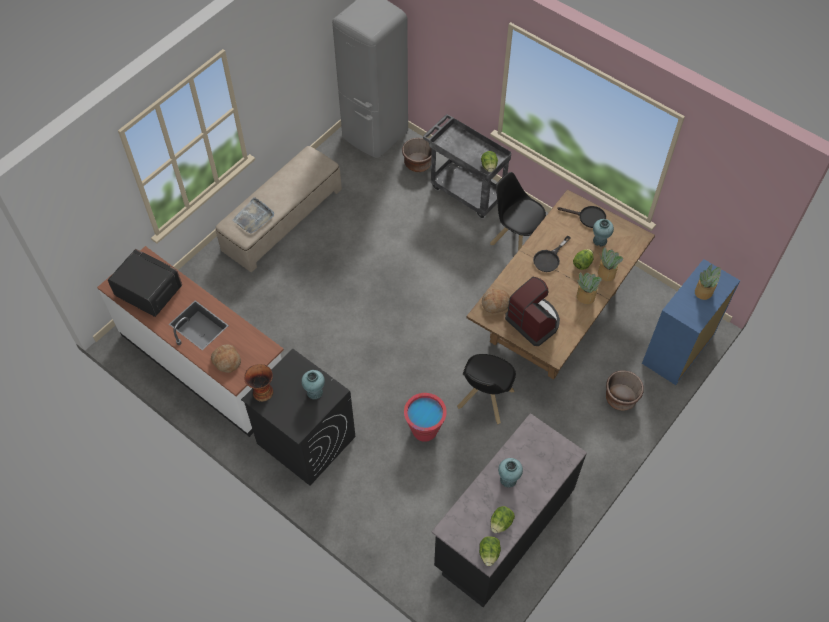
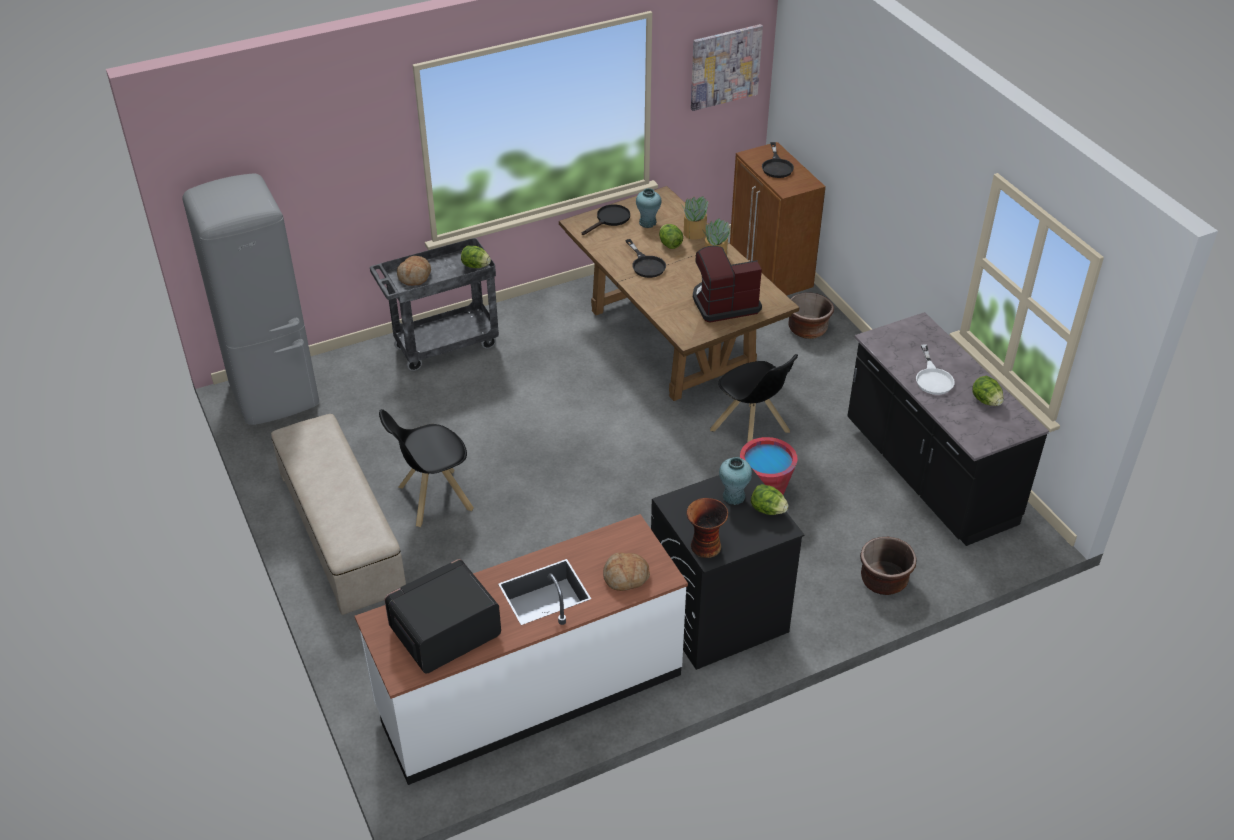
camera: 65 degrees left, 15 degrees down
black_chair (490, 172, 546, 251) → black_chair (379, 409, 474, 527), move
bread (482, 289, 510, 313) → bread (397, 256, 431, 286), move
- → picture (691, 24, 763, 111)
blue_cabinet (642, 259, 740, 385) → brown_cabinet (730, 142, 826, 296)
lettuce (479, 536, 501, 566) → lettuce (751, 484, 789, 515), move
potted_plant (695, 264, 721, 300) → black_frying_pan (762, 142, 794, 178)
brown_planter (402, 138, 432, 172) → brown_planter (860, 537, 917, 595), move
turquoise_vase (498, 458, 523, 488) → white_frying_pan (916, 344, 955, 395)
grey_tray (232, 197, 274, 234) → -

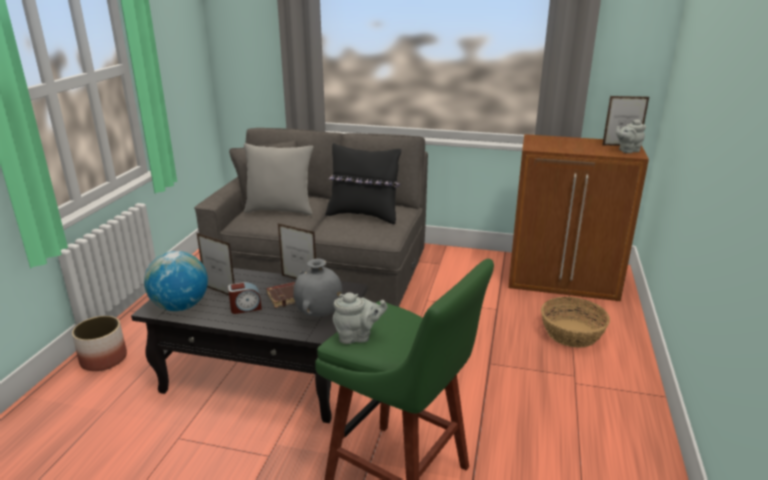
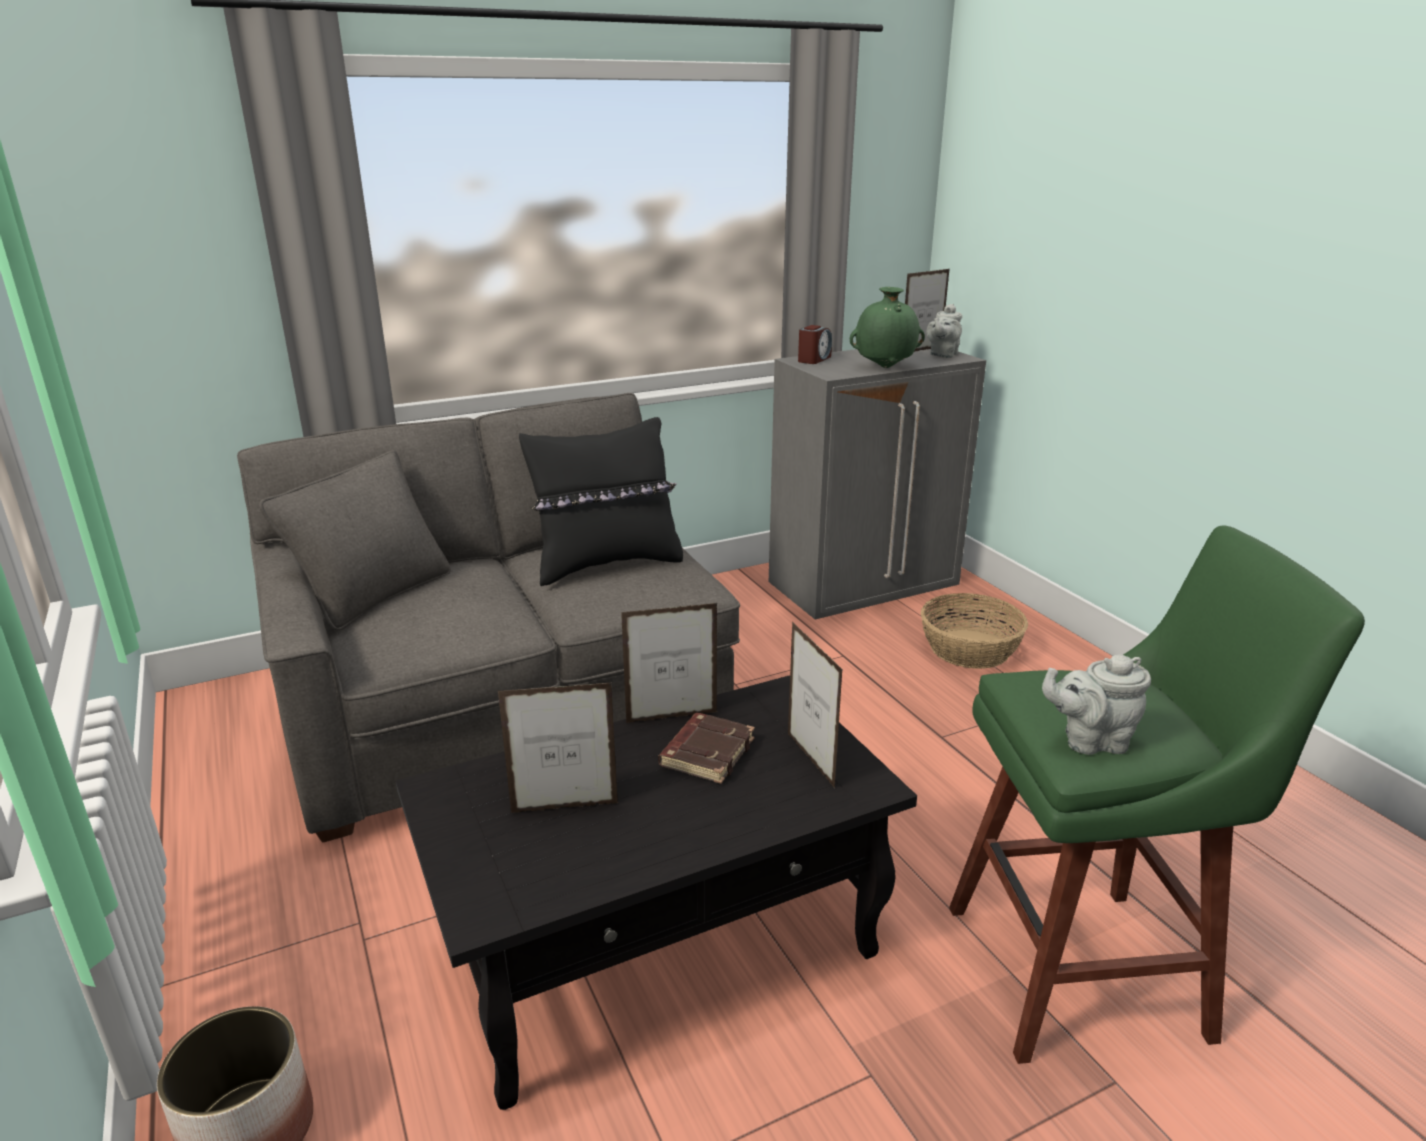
camera: 40 degrees left, 0 degrees up
brown_cabinet (508, 134, 649, 301) → grey_cabinet (769, 349, 986, 619)
grey_vase (294, 258, 342, 317) → picture_frame (788, 622, 843, 788)
alarm_clock (228, 282, 262, 314) → alarm_clock (798, 325, 832, 364), move
- → green_vase (850, 287, 925, 368)
grey_teapot (333, 292, 388, 344) → grey_teapot (1042, 655, 1151, 755), 135 degrees counterclockwise
globe (144, 251, 208, 311) → -
grey_pillow (244, 143, 313, 215) → -

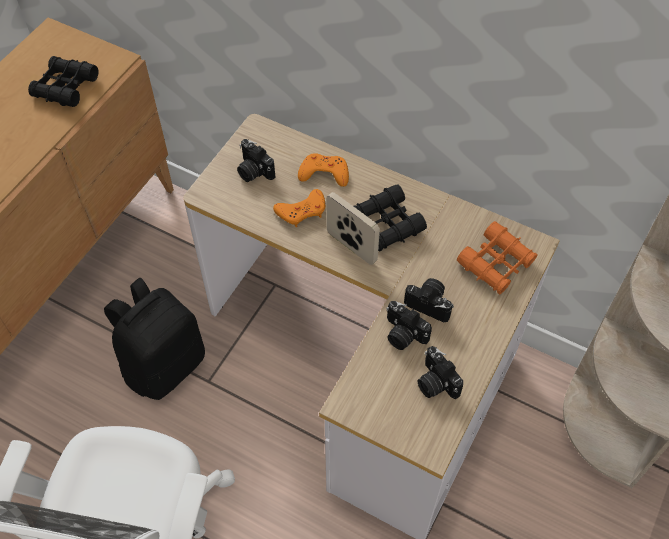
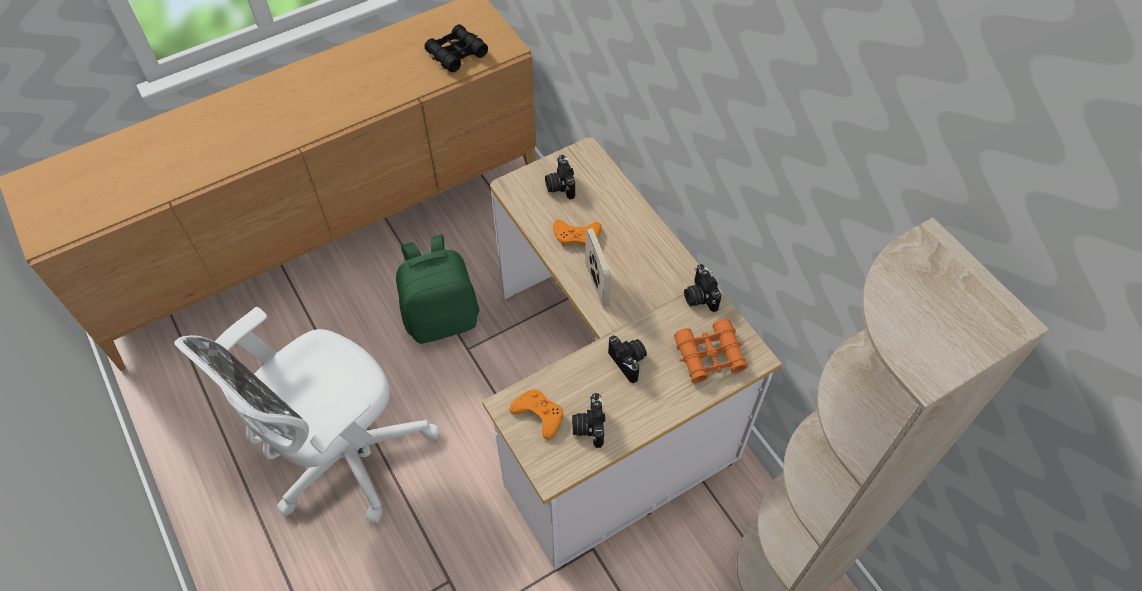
camera: 30 degrees right, 0 degrees up
black_backpack (104, 277, 205, 400) → green_backpack (396, 235, 480, 344)
orange_game_controller (298, 153, 349, 187) → orange_game_controller (509, 390, 563, 440), move
photo_camera (386, 301, 432, 350) → photo_camera (684, 264, 722, 312), move
black_binoculars (354, 184, 427, 251) → -

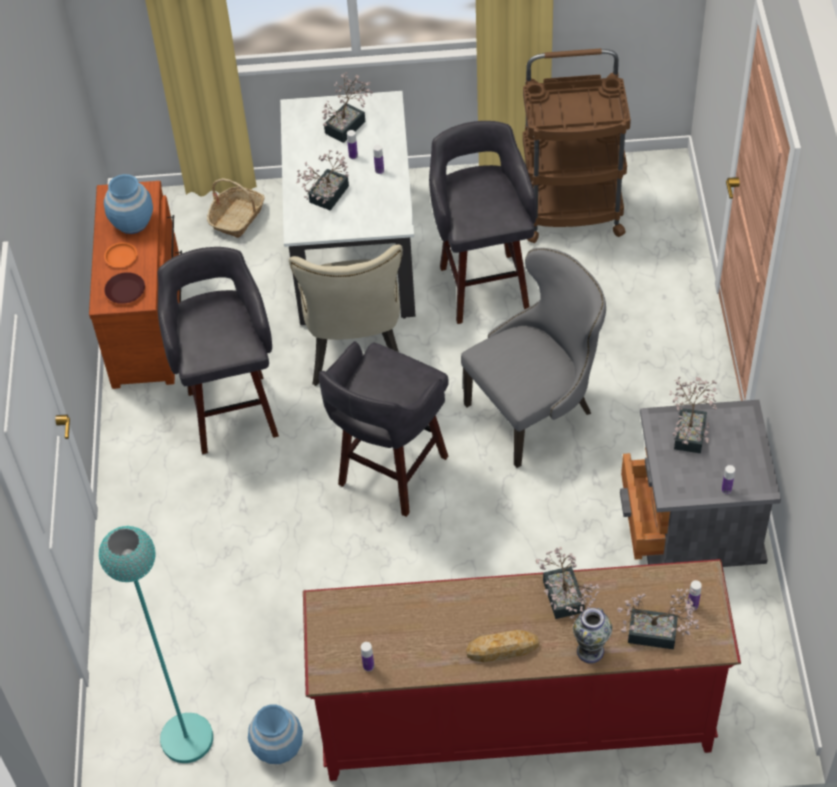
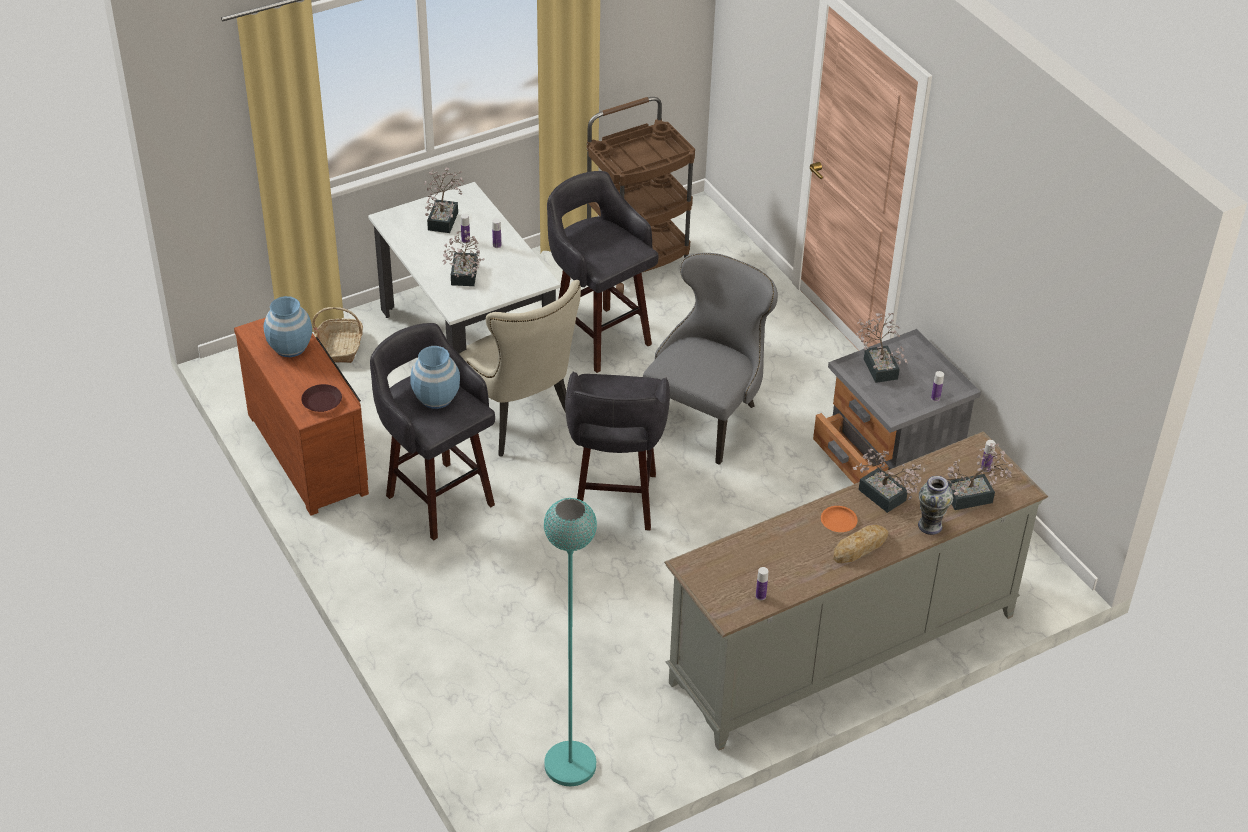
camera: 30 degrees left, 10 degrees down
blue_vase (248, 705, 303, 764) → blue_vase (410, 346, 460, 409), move
red_cabinet (303, 559, 741, 781) → grey_cabinet (664, 431, 1048, 751)
orange_plate (104, 242, 137, 268) → orange_plate (821, 506, 858, 532), move

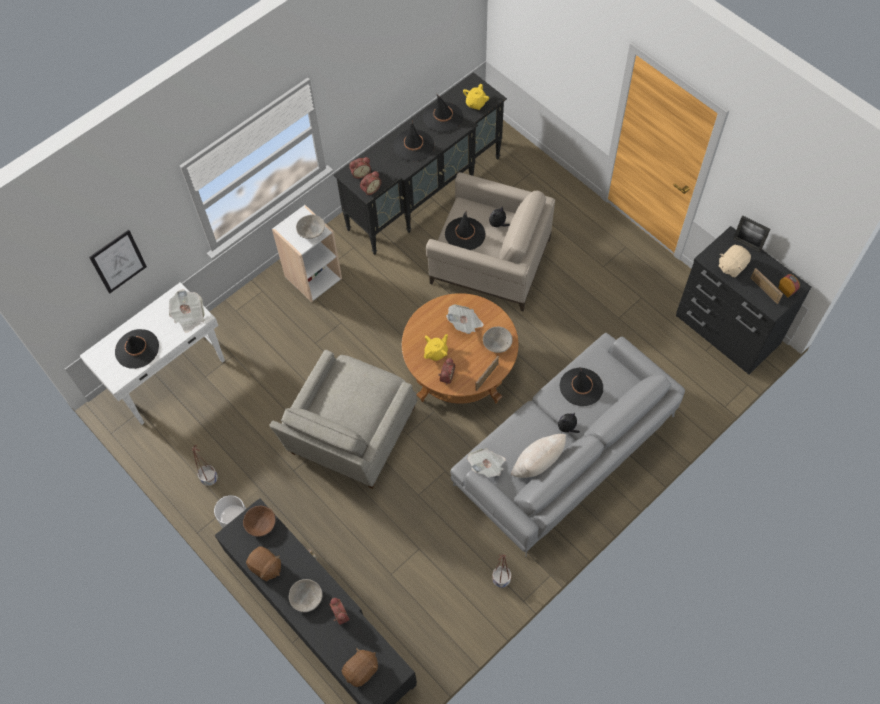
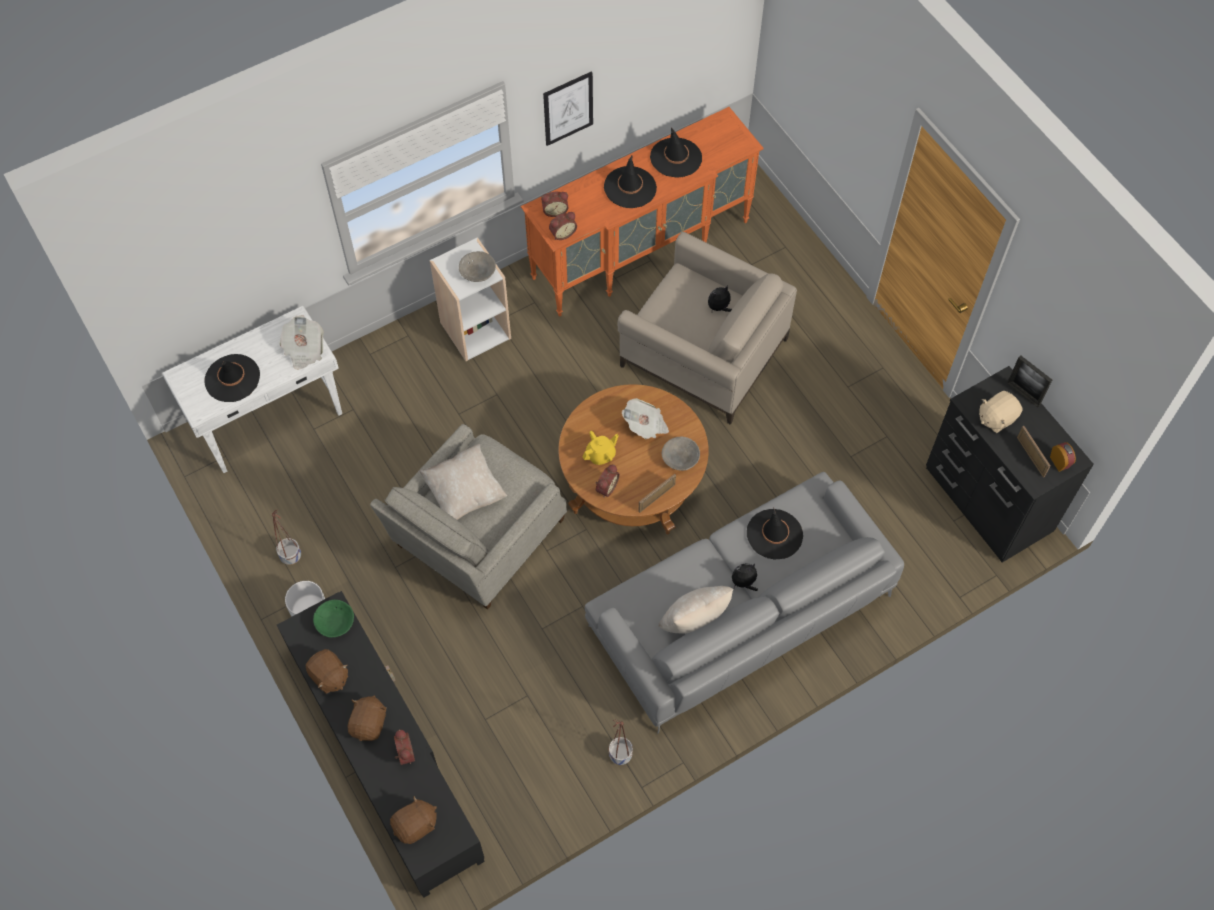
camera: 10 degrees right, 0 degrees up
brown_bowl (243, 506, 276, 537) → green_bowl (313, 600, 354, 637)
grey_bowl (289, 579, 323, 612) → brown_plush_toy (348, 695, 387, 741)
- → beige_pillow (419, 444, 507, 520)
black_cabinet (334, 72, 507, 255) → orange_cabinet (521, 107, 764, 317)
picture (89, 230, 147, 294) → picture (543, 71, 593, 146), move
black_hat (445, 210, 486, 250) → -
yellow_teapot (463, 84, 489, 110) → -
newspaper (468, 448, 506, 478) → -

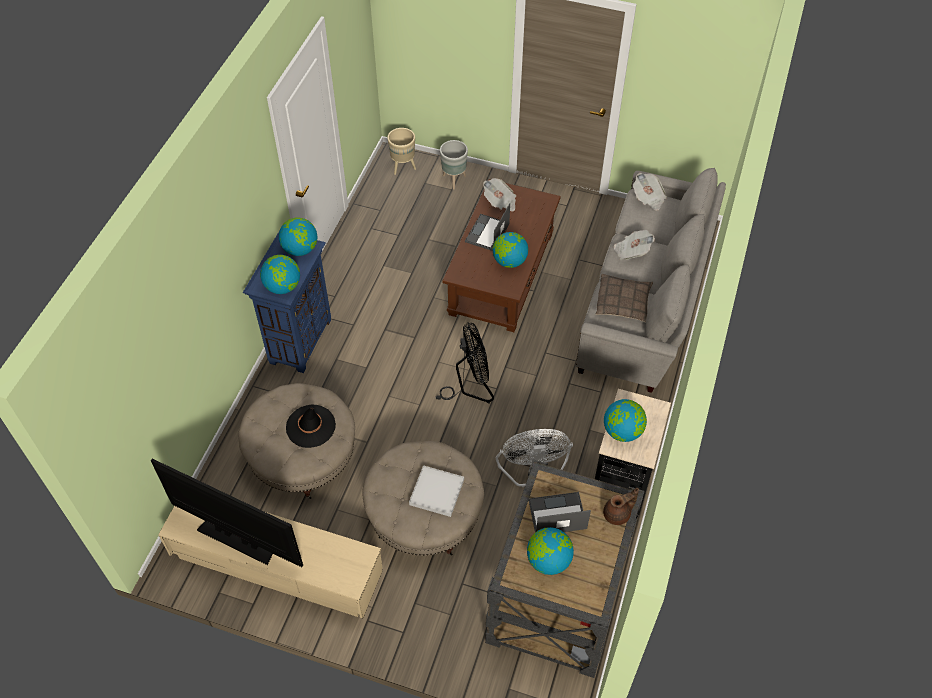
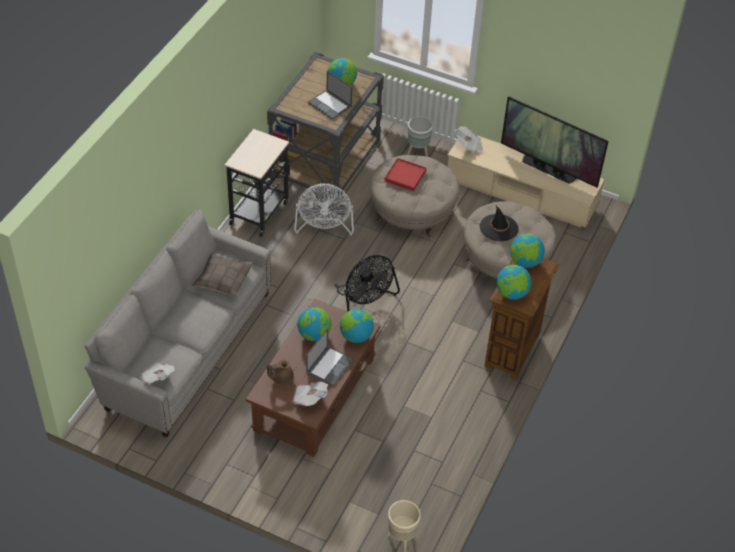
camera: 175 degrees left, 5 degrees down
brown_teapot (603, 488, 639, 525) → brown_teapot (267, 360, 294, 385), move
laptop (528, 492, 591, 533) → laptop (308, 71, 352, 120), 45 degrees clockwise
black_fan (436, 322, 494, 404) → black_fan (334, 255, 400, 312), 120 degrees counterclockwise
globe (604, 399, 647, 442) → globe (340, 309, 374, 343), move
white_tray (409, 465, 464, 517) → red_tray (384, 158, 426, 191)
grey_planter (440, 140, 468, 190) → grey_planter (407, 116, 433, 157), move
newspaper (613, 230, 655, 260) → newspaper (455, 126, 484, 152), move
blue_cabinet (243, 232, 331, 373) → brown_cabinet (485, 258, 560, 380)

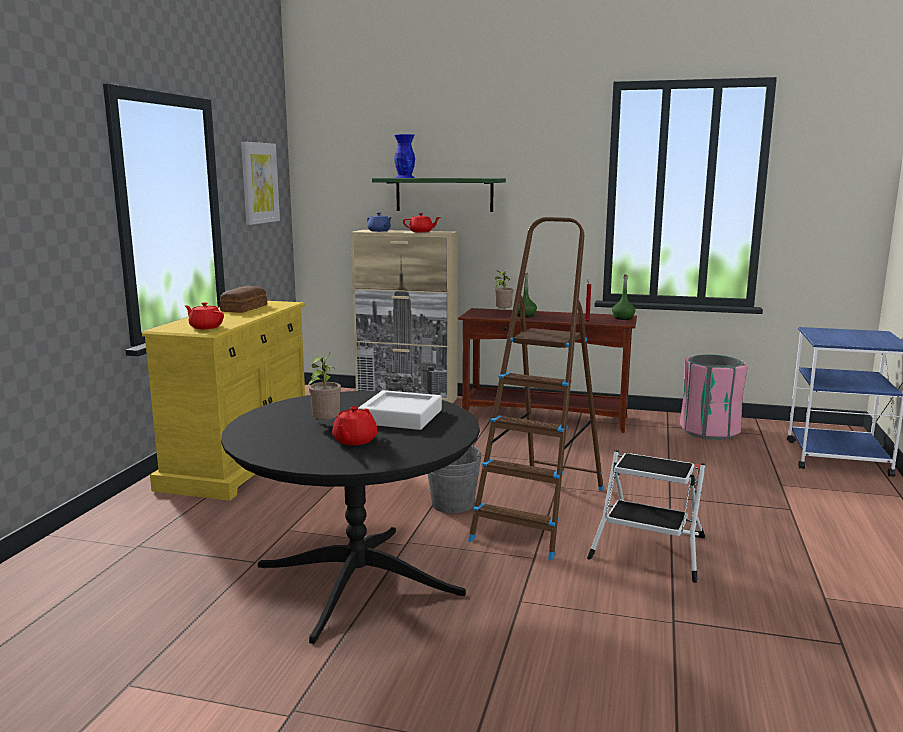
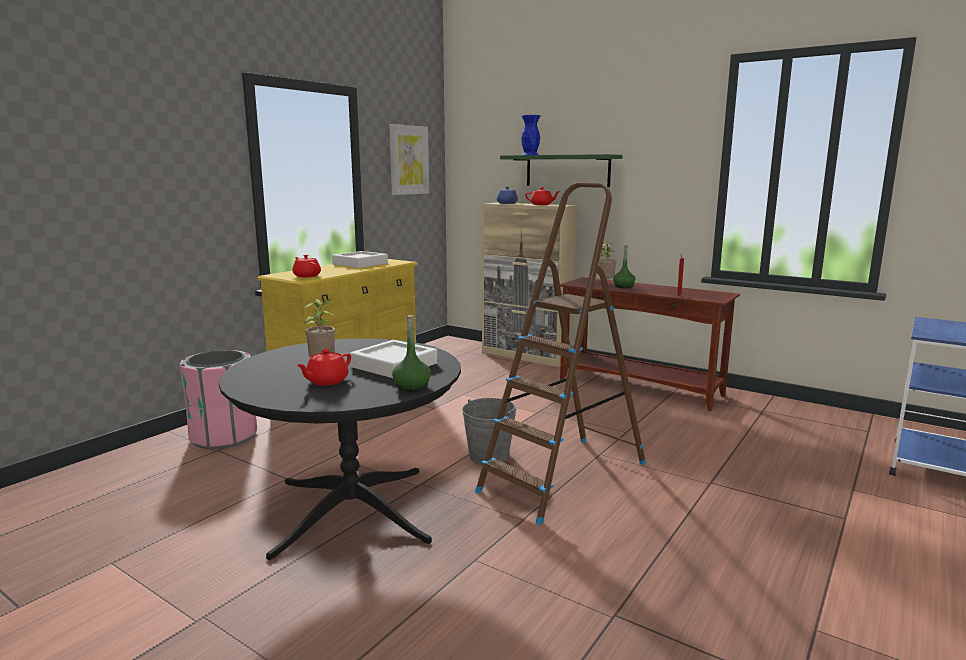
camera: 20 degrees right, 0 degrees up
pink_trash_can (680, 355, 748, 440) → pink_trash_can (180, 350, 257, 449), move
bread (220, 286, 267, 313) → white_tray (332, 251, 388, 268)
green_bottle (612, 274, 636, 320) → green_bottle (392, 315, 431, 392), move
step_ladder (587, 450, 705, 583) → -

